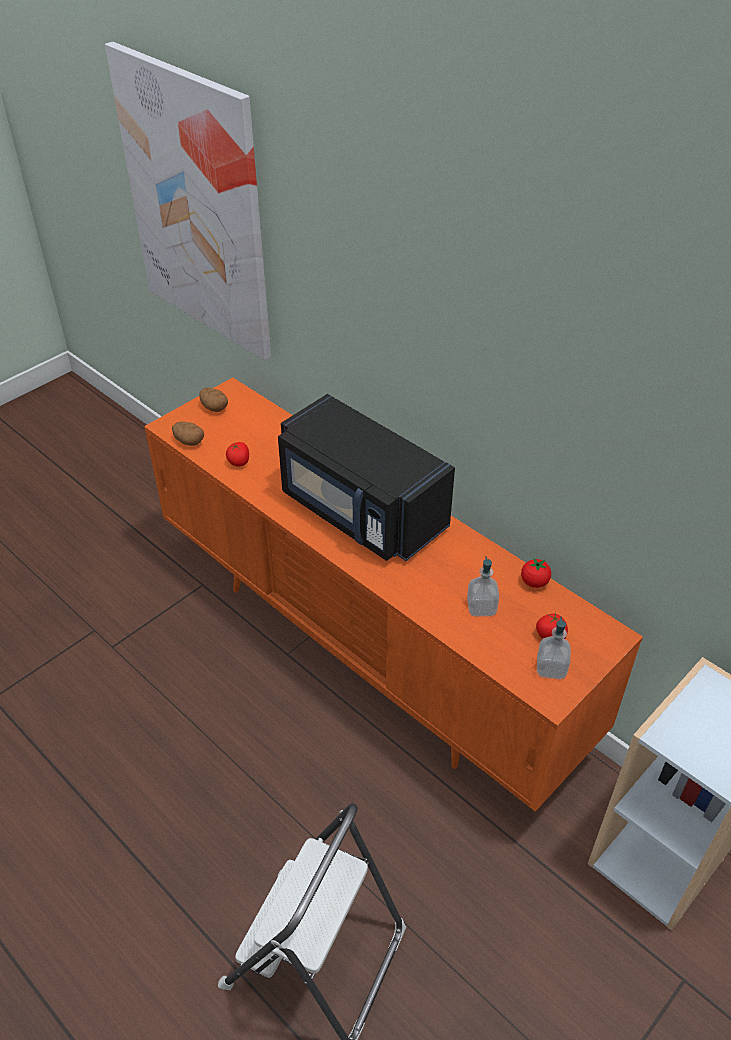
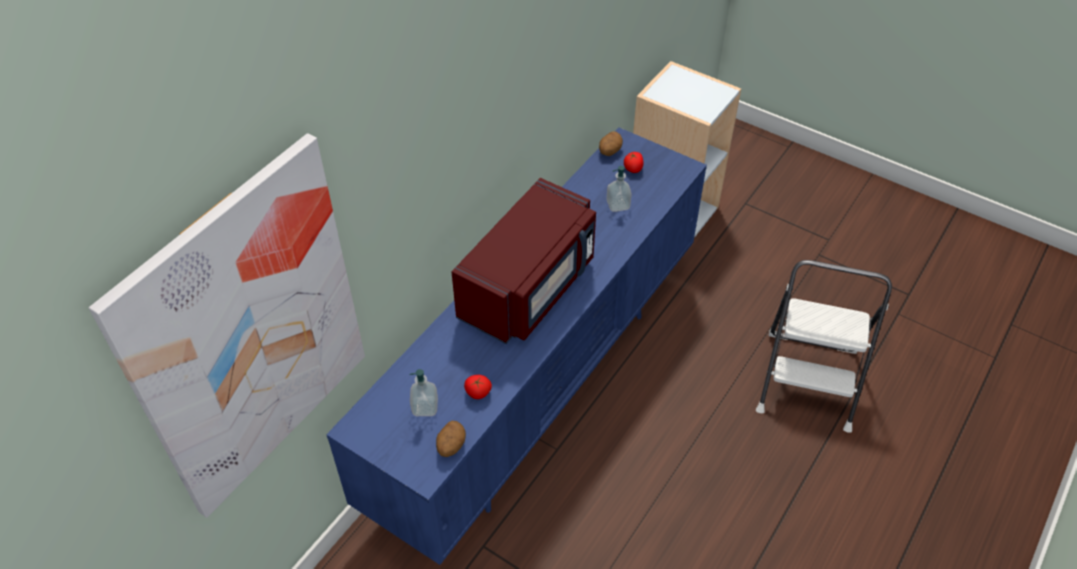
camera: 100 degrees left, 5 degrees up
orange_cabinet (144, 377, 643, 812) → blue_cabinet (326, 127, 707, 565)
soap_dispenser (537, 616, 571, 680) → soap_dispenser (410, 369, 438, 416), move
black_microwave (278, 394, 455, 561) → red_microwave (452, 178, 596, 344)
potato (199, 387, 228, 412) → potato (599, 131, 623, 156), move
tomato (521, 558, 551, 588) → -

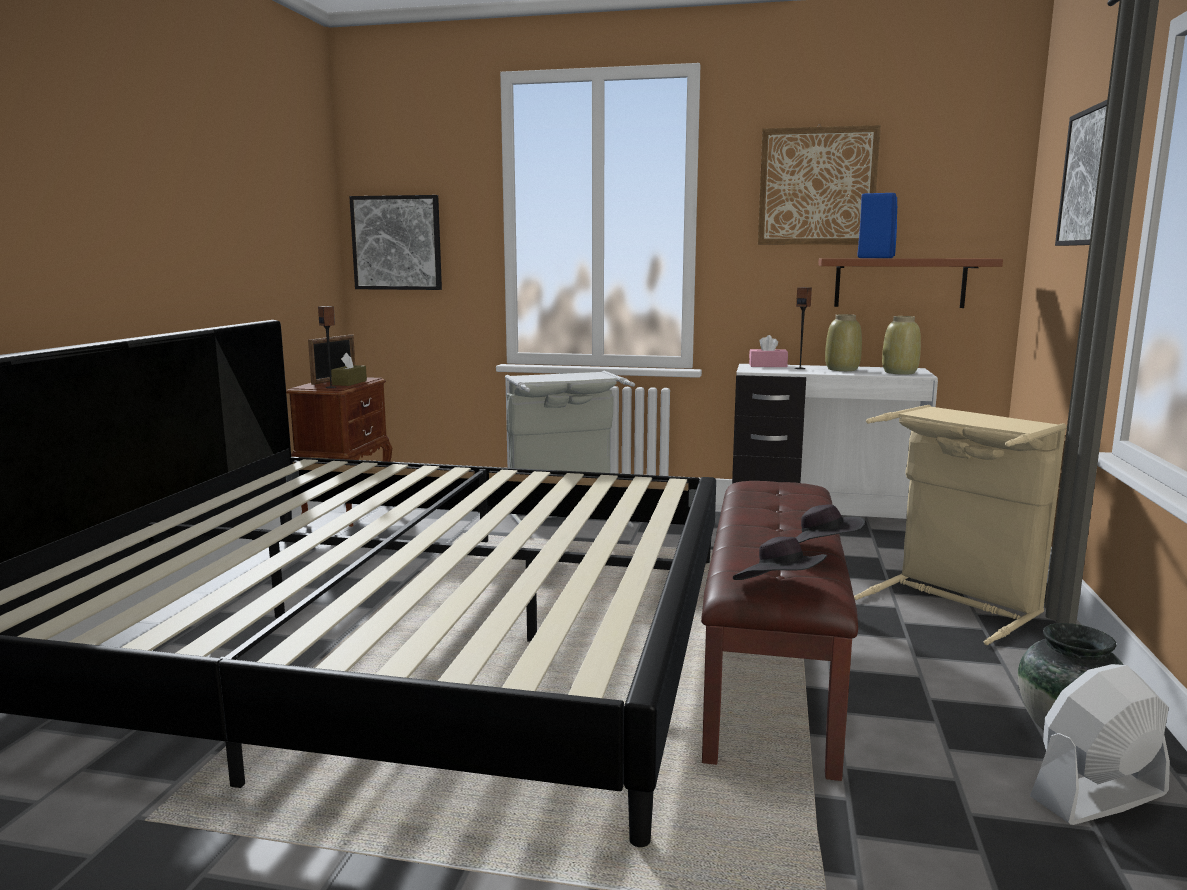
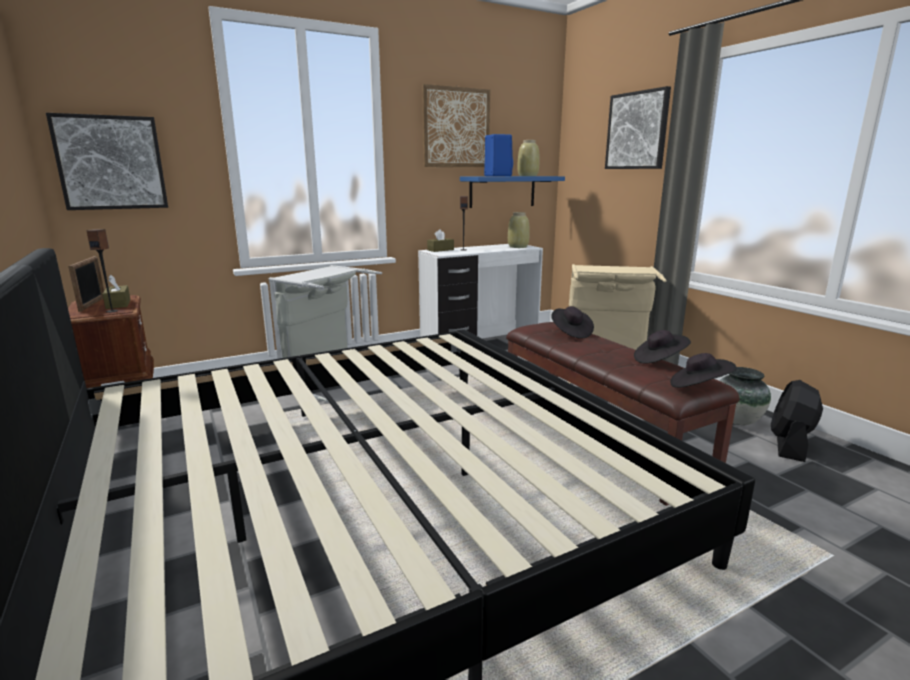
camera: 40 degrees left, 5 degrees up
pink_tissue_box (749, 335, 788, 367) → brown_tissue_box (427, 229, 454, 252)
brown_shelf (818, 258, 1003, 308) → blue_shelf (460, 176, 565, 208)
beige_vase (825, 314, 862, 371) → beige_vase (517, 140, 540, 176), move
- → black_hat (551, 306, 594, 339)
white_fan (1030, 664, 1170, 825) → black_fan (771, 380, 823, 462)

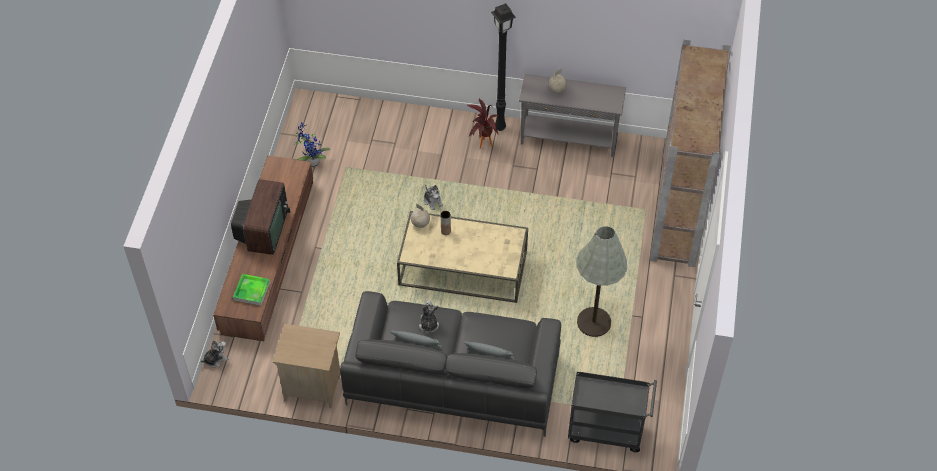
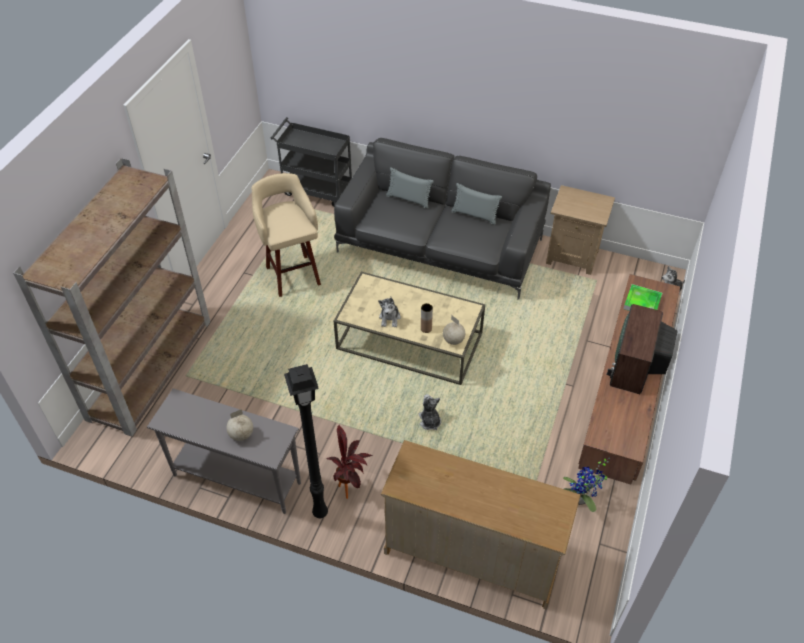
camera: 170 degrees left, 5 degrees down
grey_floor_lamp (576, 226, 627, 337) → beige_stool (251, 173, 321, 297)
plush_toy (419, 300, 439, 334) → plush_toy (378, 297, 401, 327), move
- → brown_cabinet (381, 440, 581, 609)

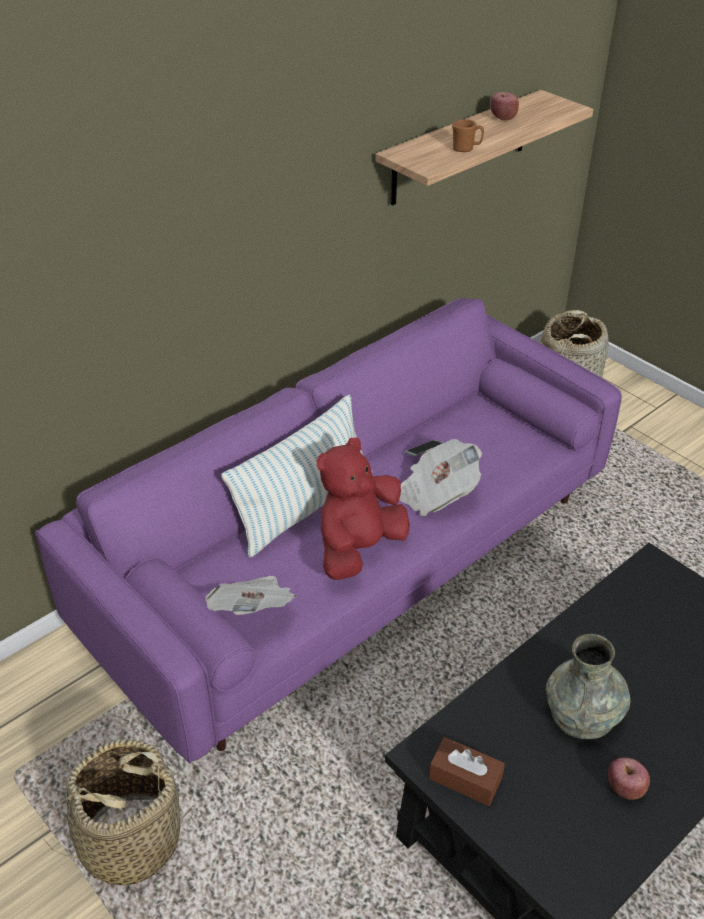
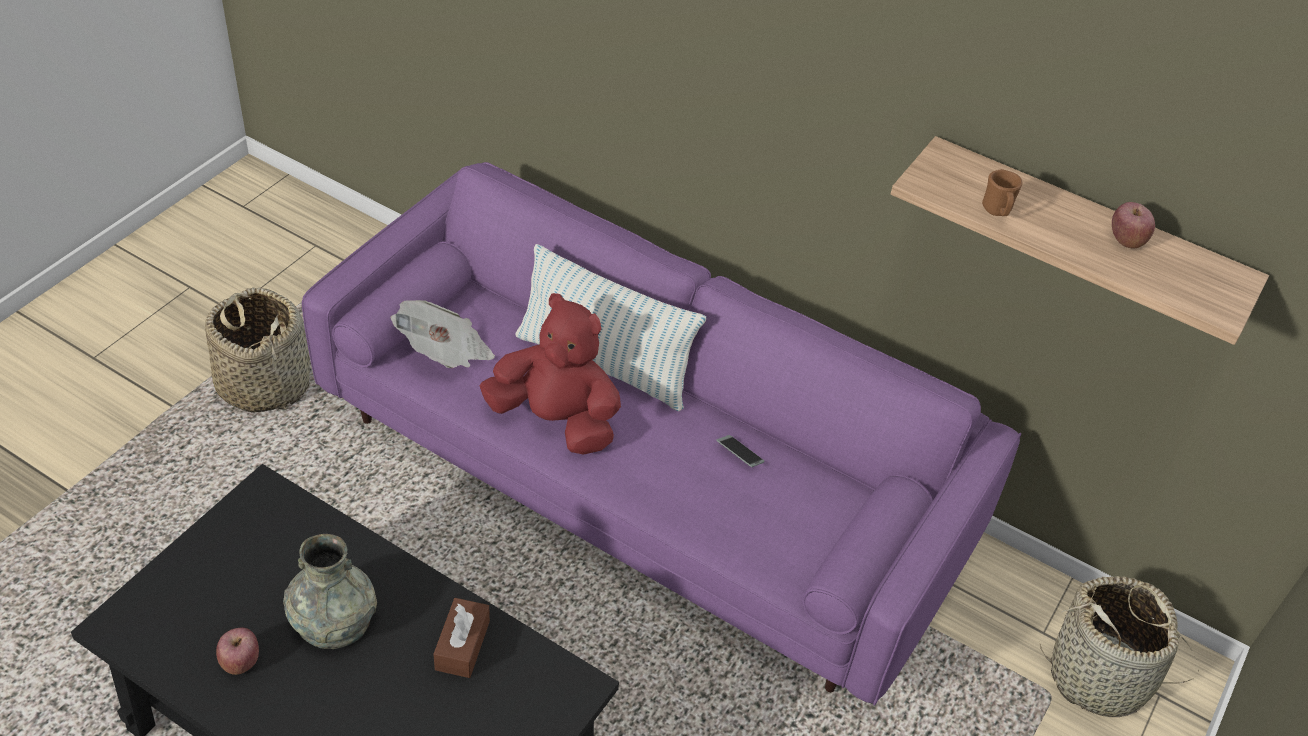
camera: 70 degrees right, 5 degrees up
brown_tissue_box (429, 737, 505, 806) → brown_tissue_box (434, 598, 490, 678), move
newspaper (399, 439, 483, 517) → -

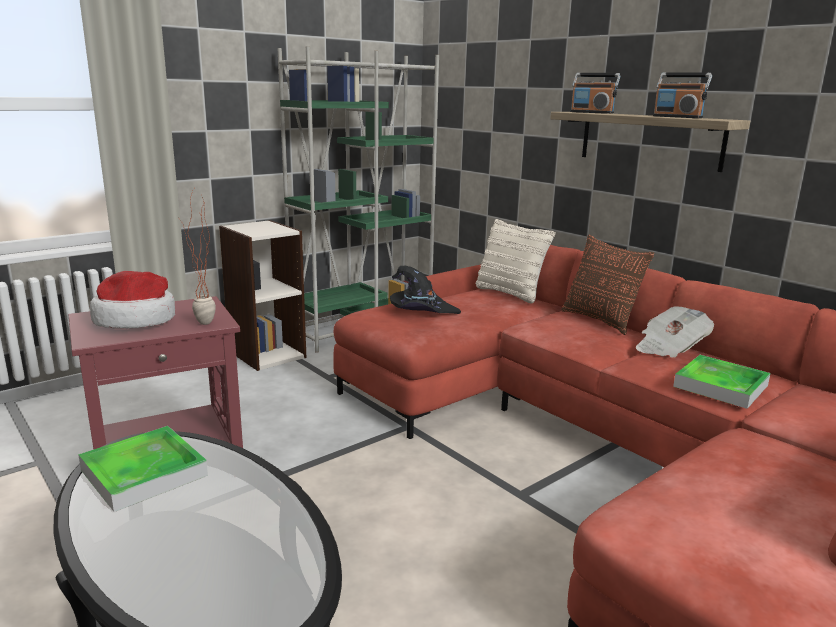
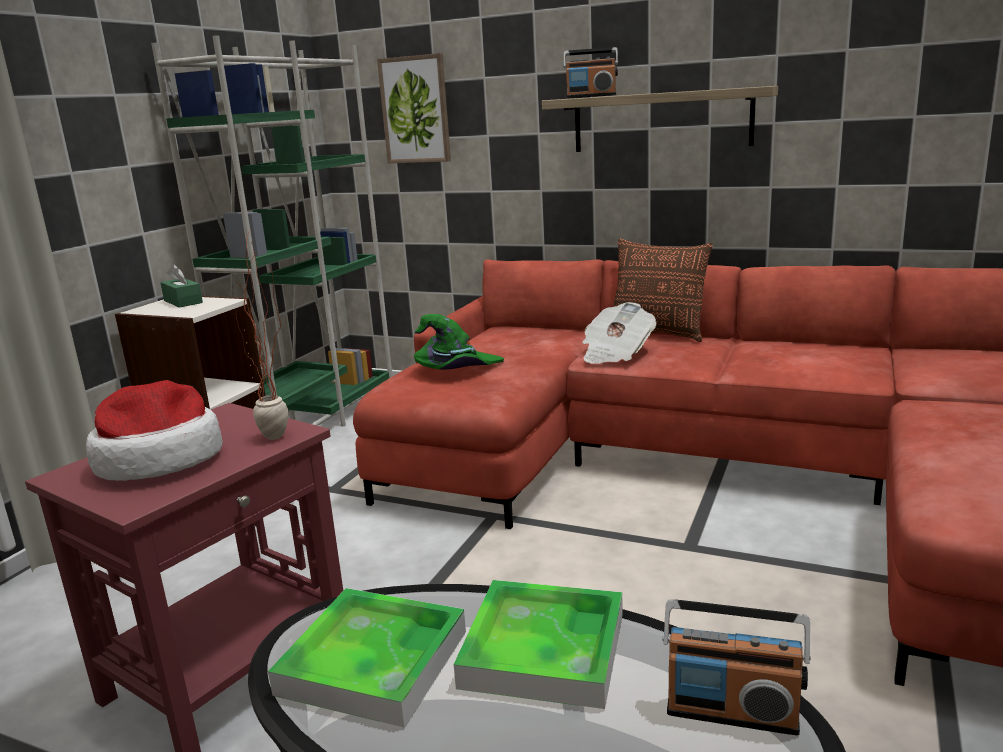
camera: 25 degrees left, 0 degrees up
- → green_tissue_box (160, 264, 203, 308)
- → picture (377, 53, 451, 163)
black_hat (390, 266, 461, 314) → green_hat (414, 314, 504, 370)
tray (673, 355, 771, 409) → tray (454, 580, 623, 709), move
newspaper (635, 306, 714, 358) → newspaper (582, 302, 656, 364), move
radio (653, 72, 712, 118) → radio (663, 599, 811, 735), move
beige_pillow (476, 219, 556, 303) → -

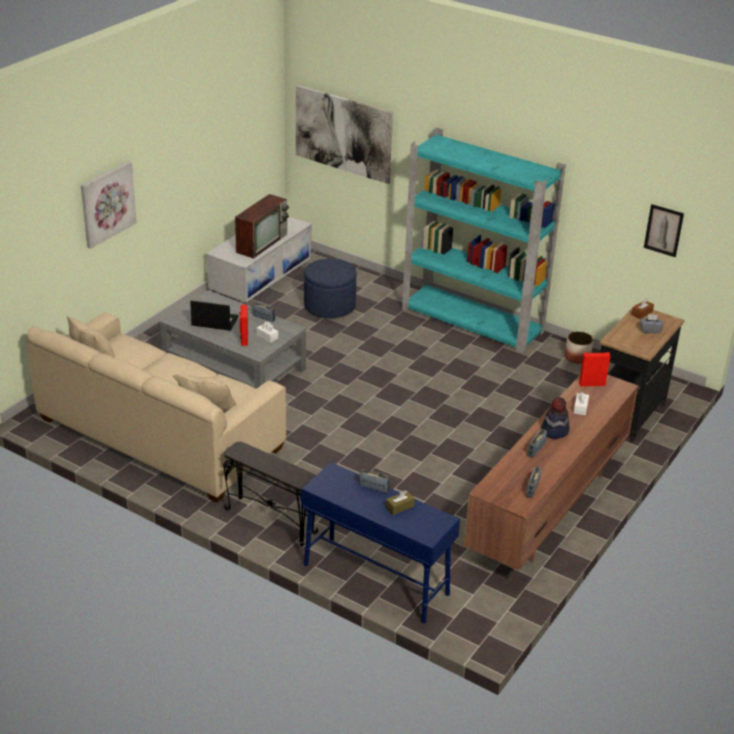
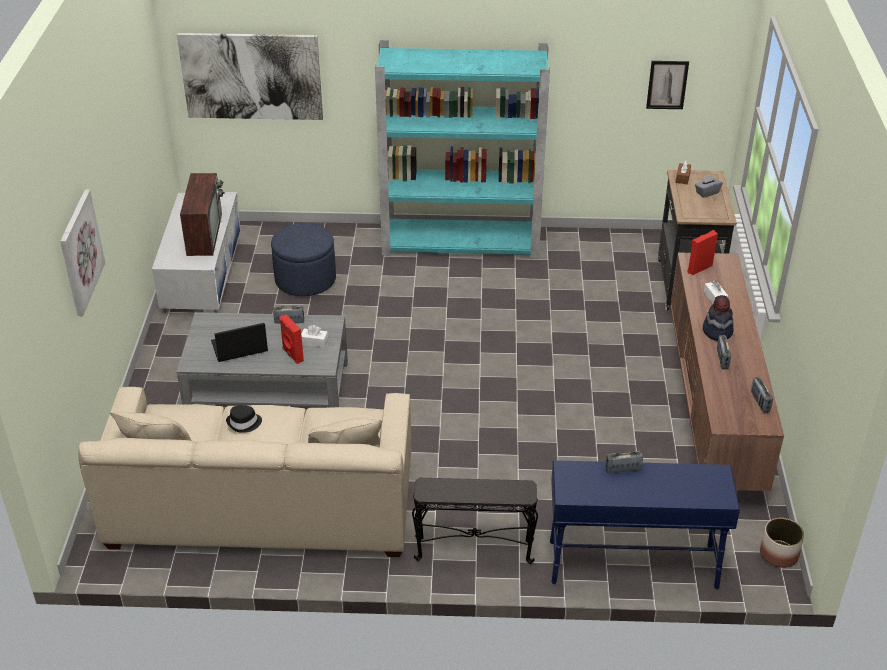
camera: 30 degrees left, 5 degrees up
- → black_hat (226, 405, 262, 433)
planter (565, 331, 594, 364) → planter (760, 518, 804, 568), move
brown_tissue_box (386, 490, 415, 515) → -

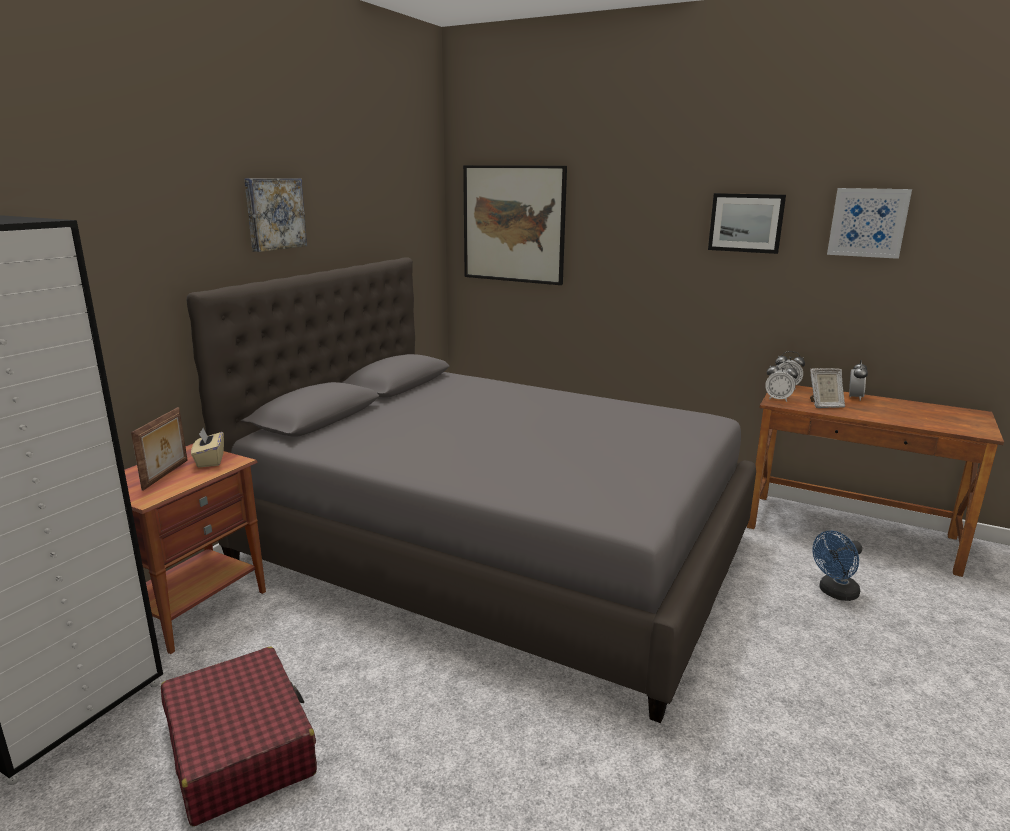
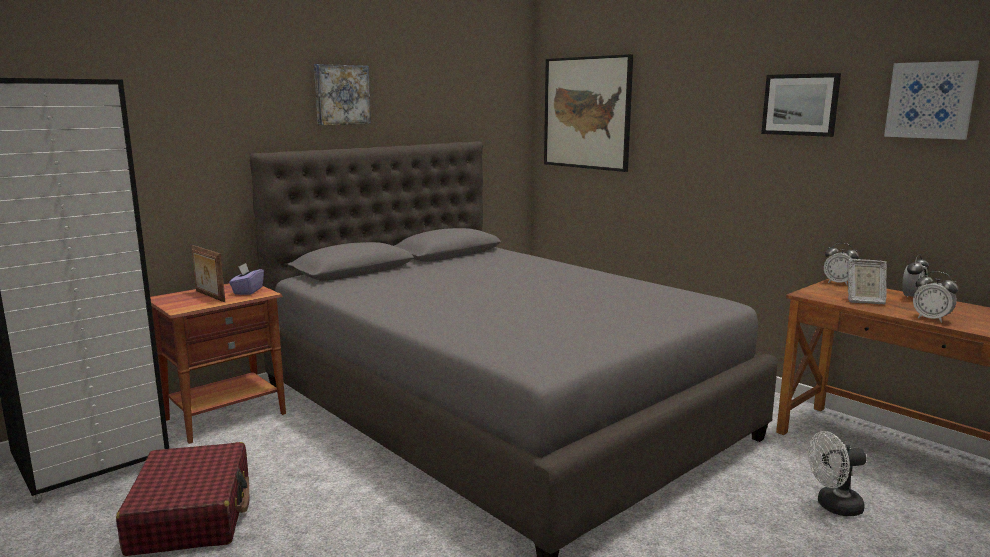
camera: 20 degrees right, 5 degrees down
picture_frame (131, 407, 188, 491) → picture_frame (191, 245, 225, 302), 105 degrees clockwise
beige_tissue_box (191, 428, 224, 467) → purple_tissue_box (229, 263, 264, 295)
blue_fan (812, 531, 862, 601) → white_fan (808, 431, 867, 516)
alarm_clock (765, 361, 798, 402) → alarm_clock (913, 271, 958, 323), move

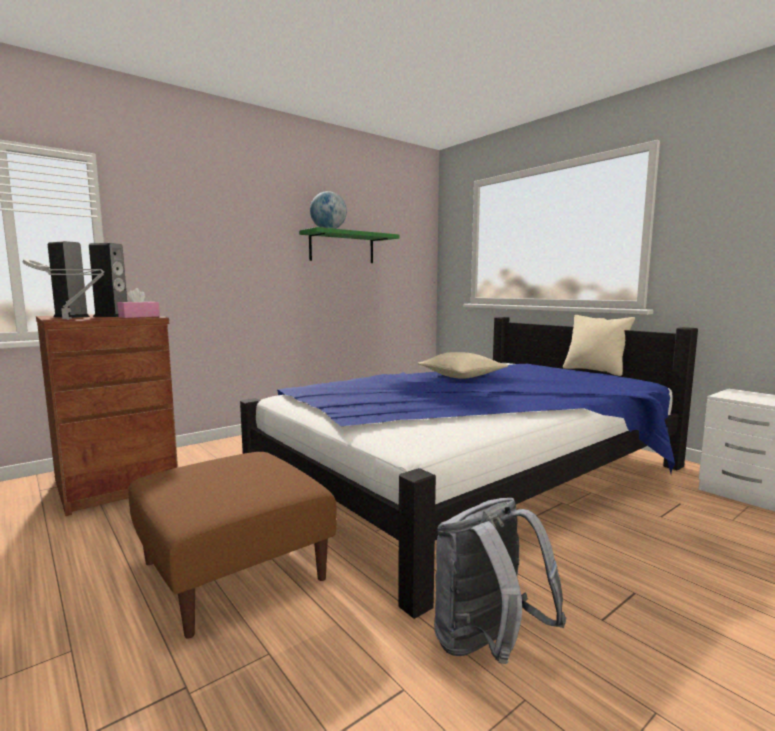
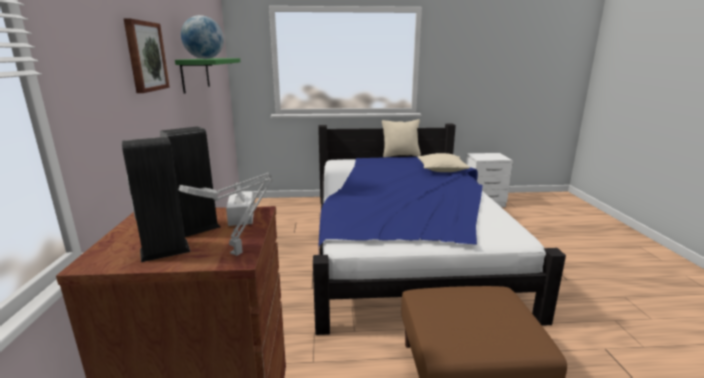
camera: 55 degrees left, 10 degrees up
- → picture (123, 18, 170, 93)
pink_tissue_box (117, 288, 160, 318) → white_tissue_box (226, 182, 254, 226)
beige_pillow (418, 352, 509, 379) → beige_pillow (417, 153, 470, 172), move
grey_backpack (434, 498, 566, 664) → -

